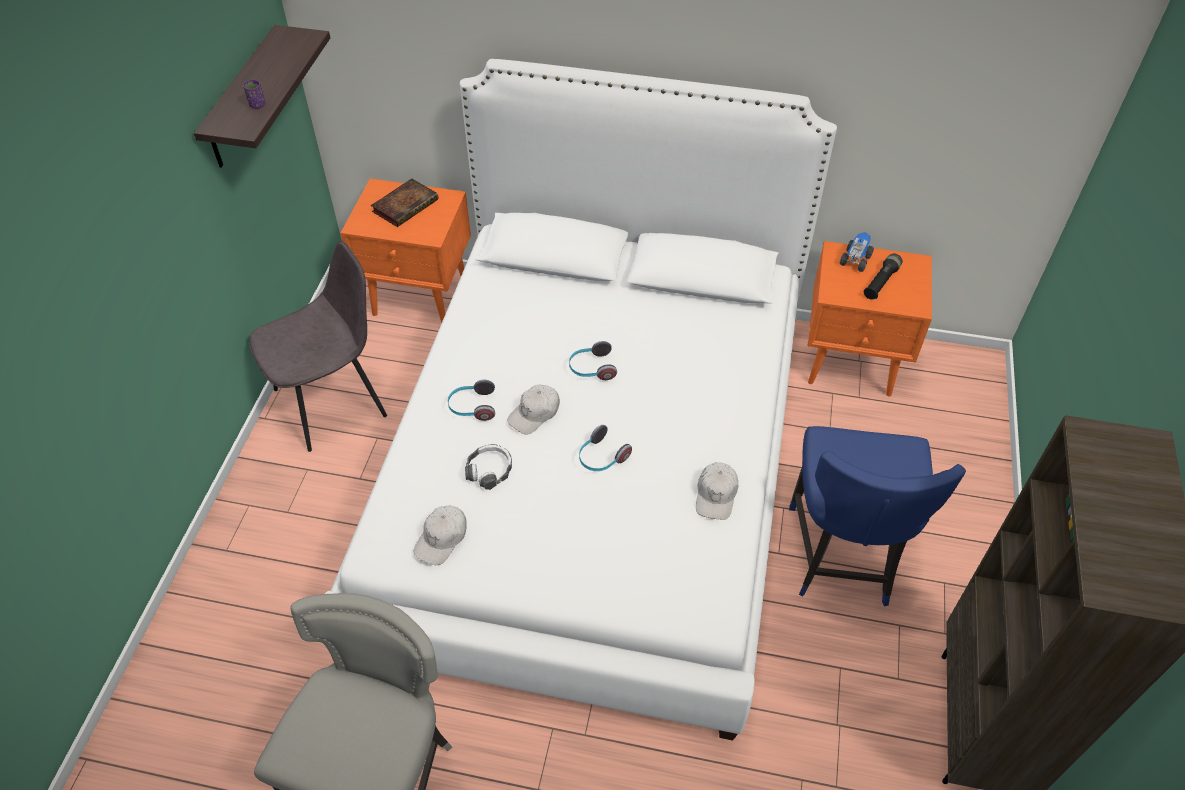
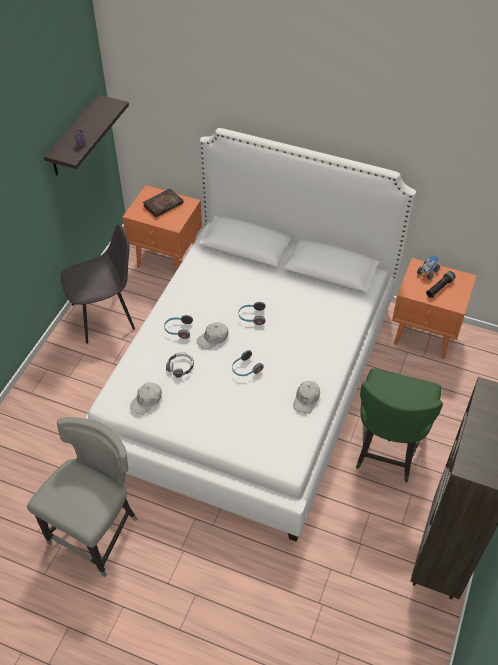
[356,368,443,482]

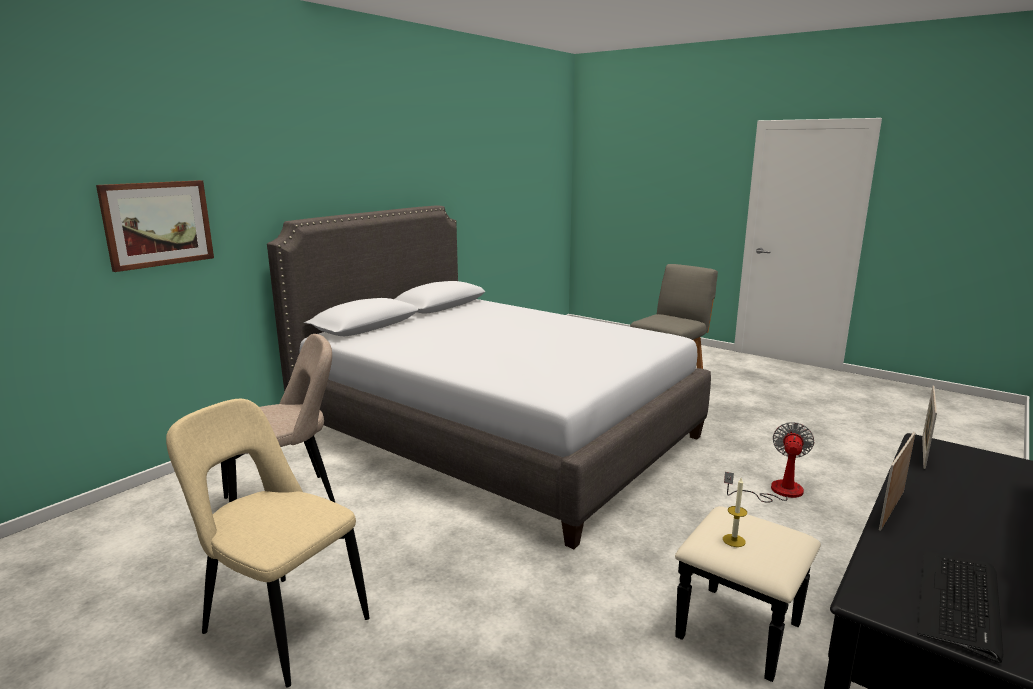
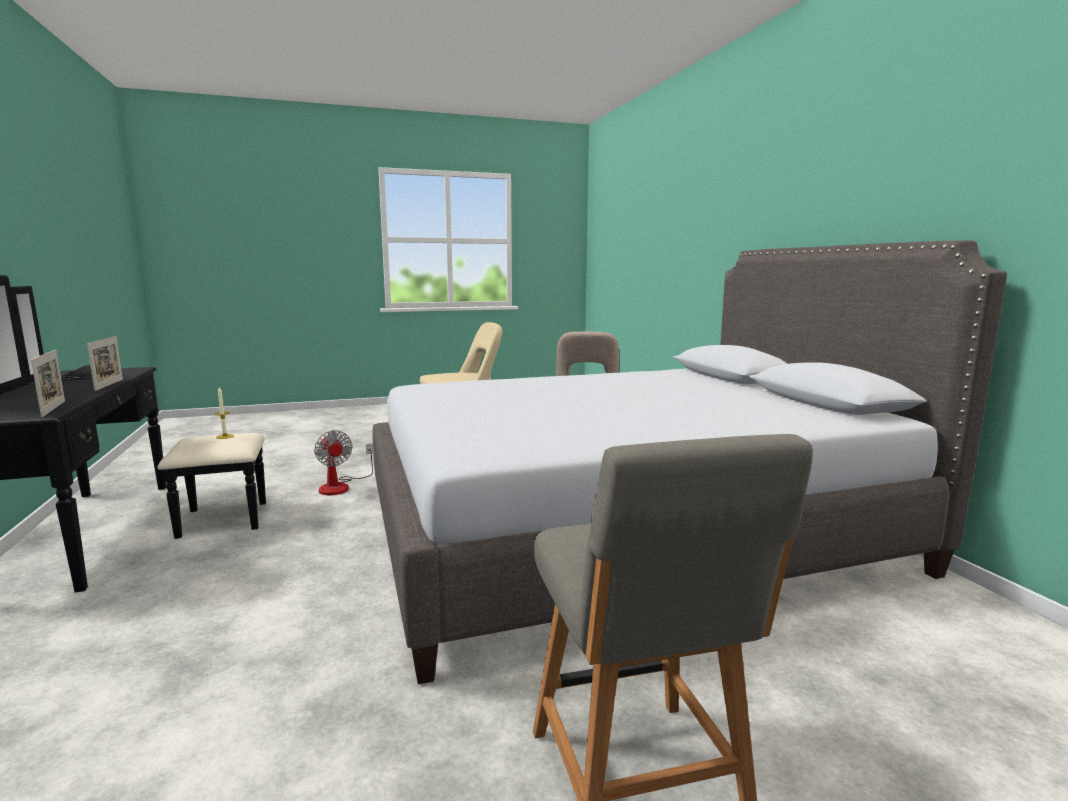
[314,430,373,495]
[96,180,214,272] (first image)

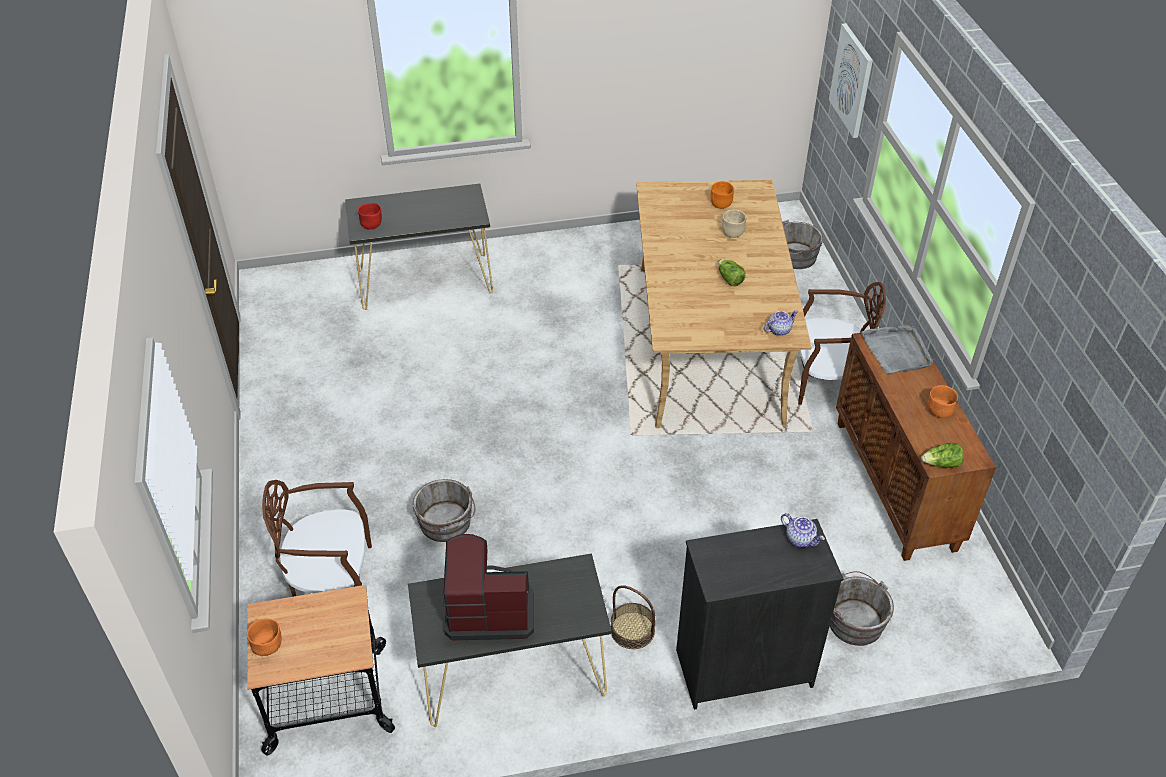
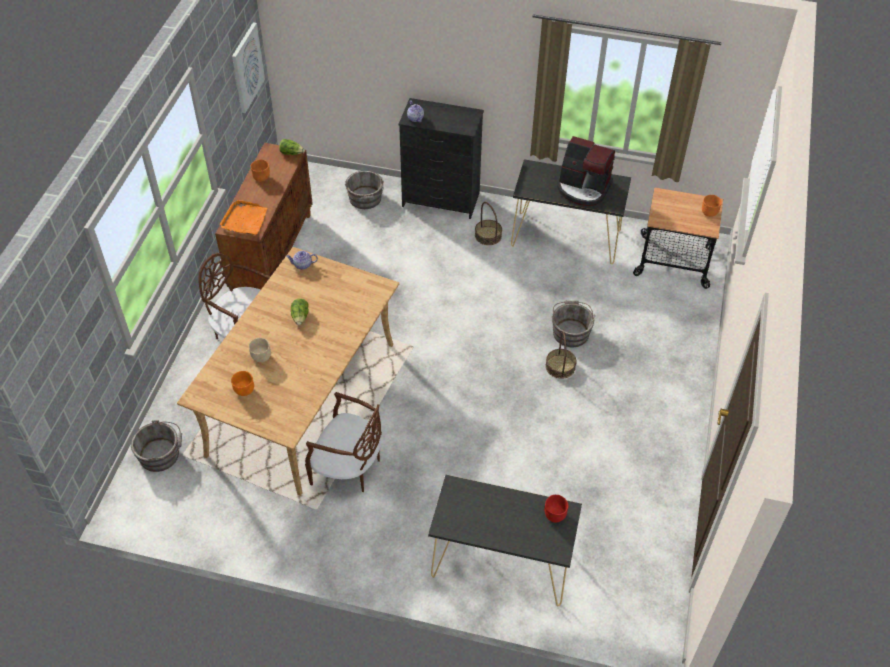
[220,200,267,235]
[232,22,265,113]
[305,392,382,492]
[546,331,577,379]

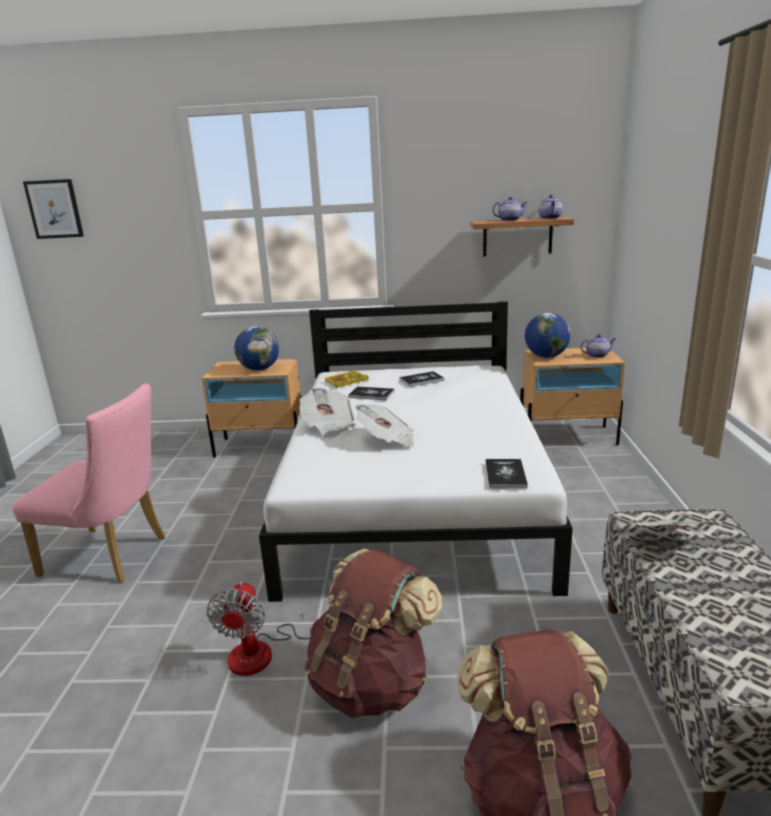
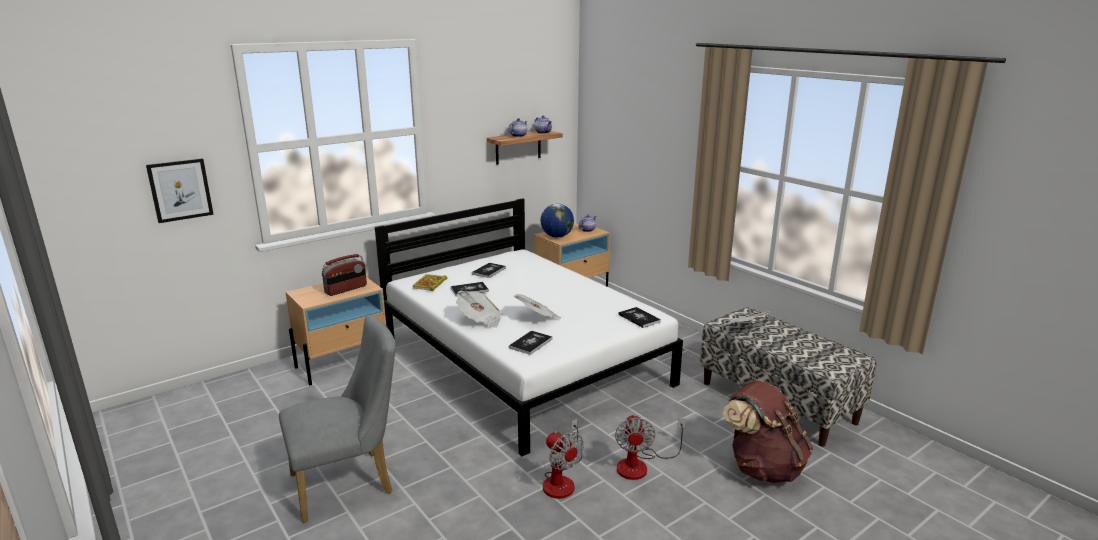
[146,158,214,223]
[279,315,396,523]
[322,254,367,296]
[509,331,552,355]
[615,414,686,480]

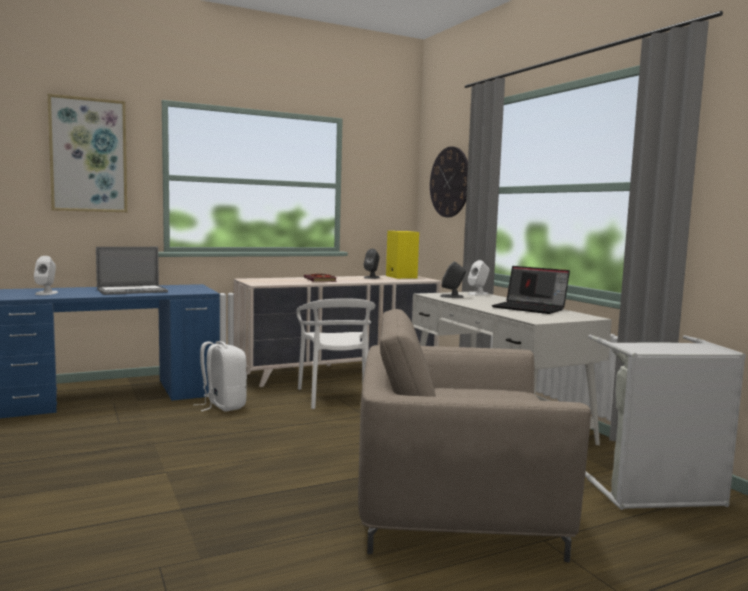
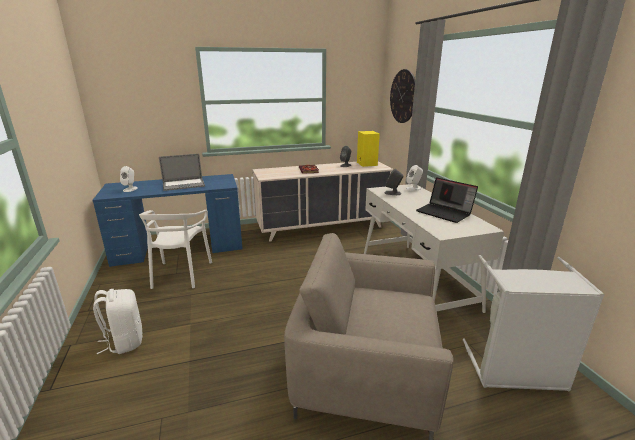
[93,289,143,354]
[139,210,212,289]
[48,94,127,212] (first image)

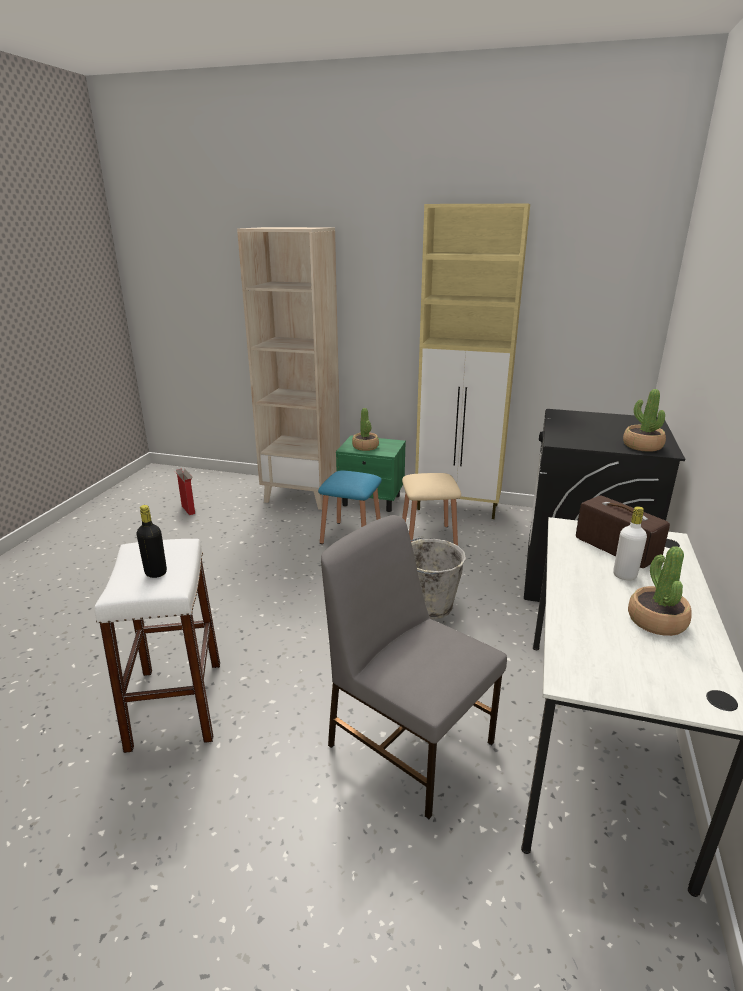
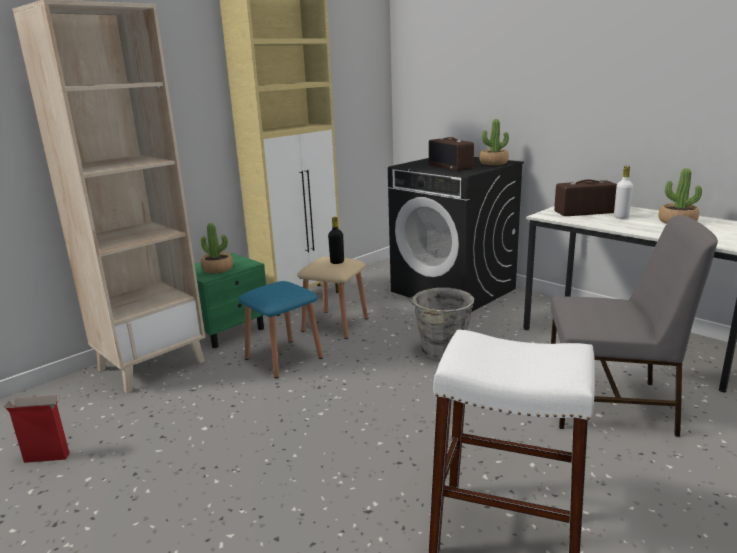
[328,217,344,264]
[429,137,474,171]
[551,215,718,437]

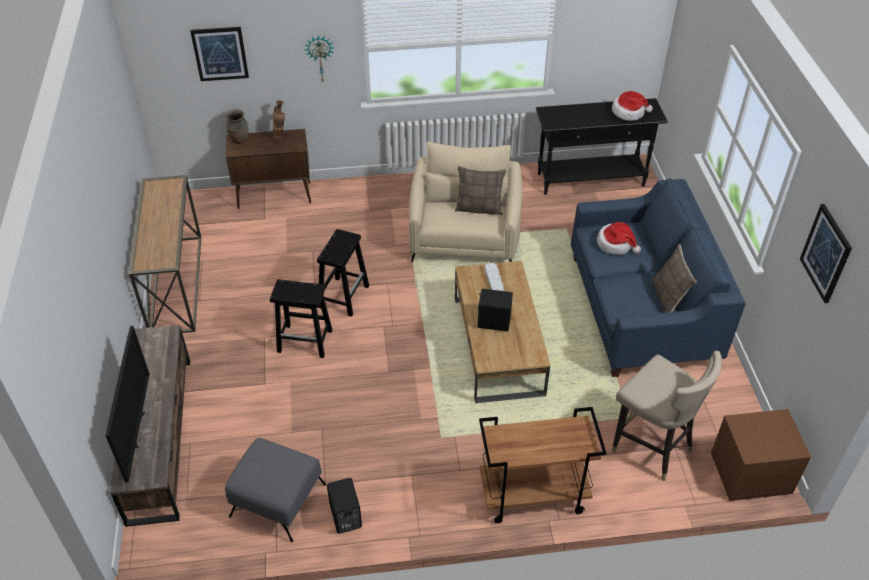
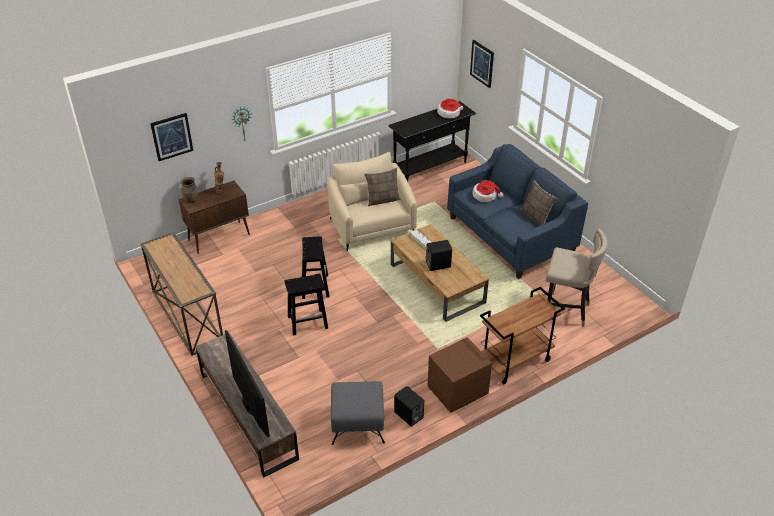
[427,337,492,413]
[470,40,494,88]

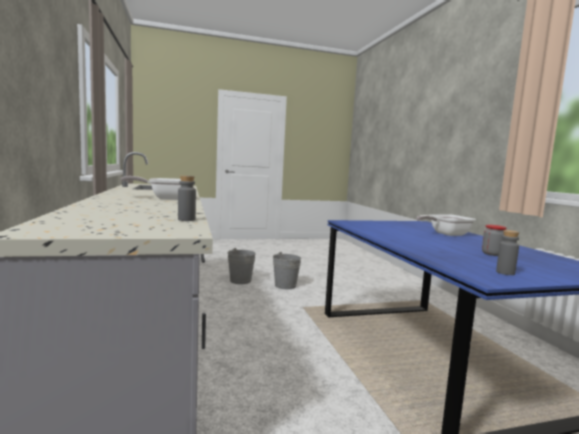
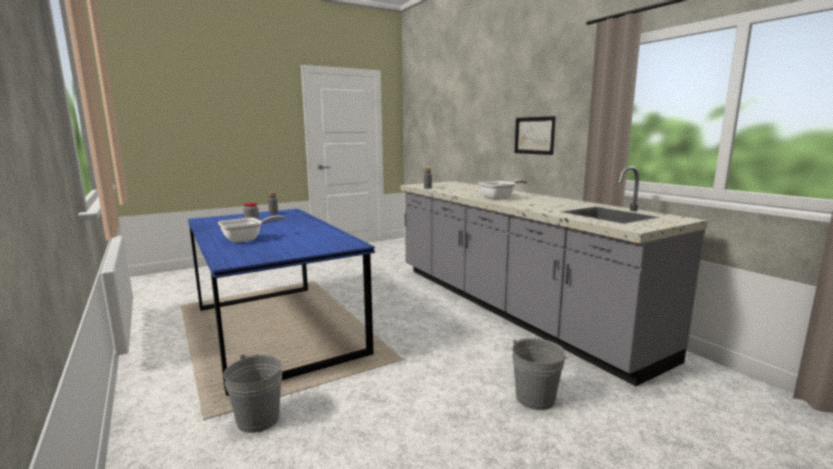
[224,354,282,433]
[514,116,556,155]

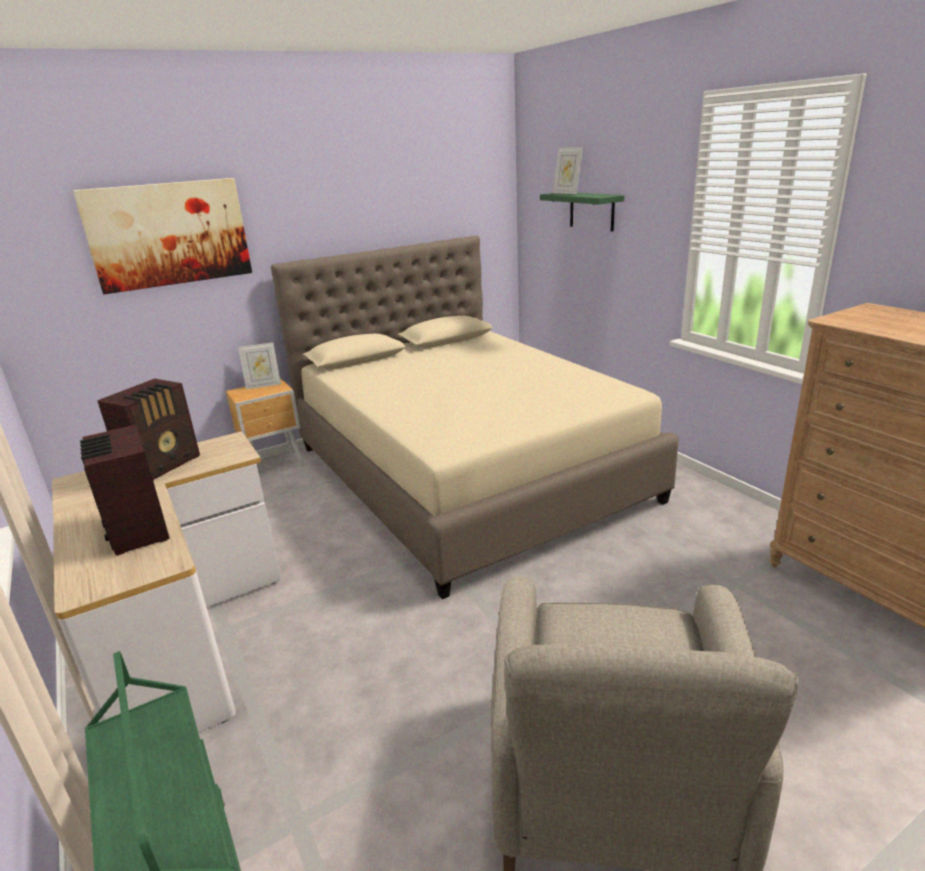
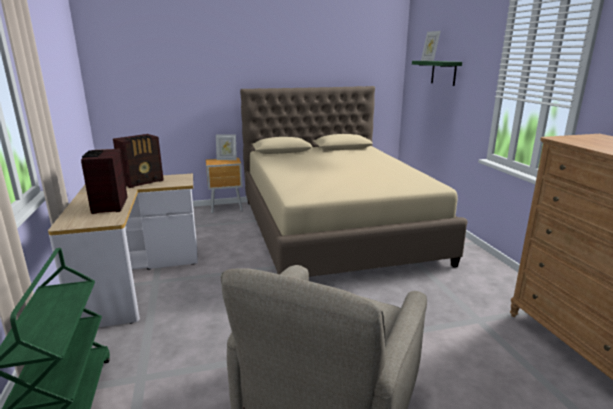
[73,178,252,294] (first image)

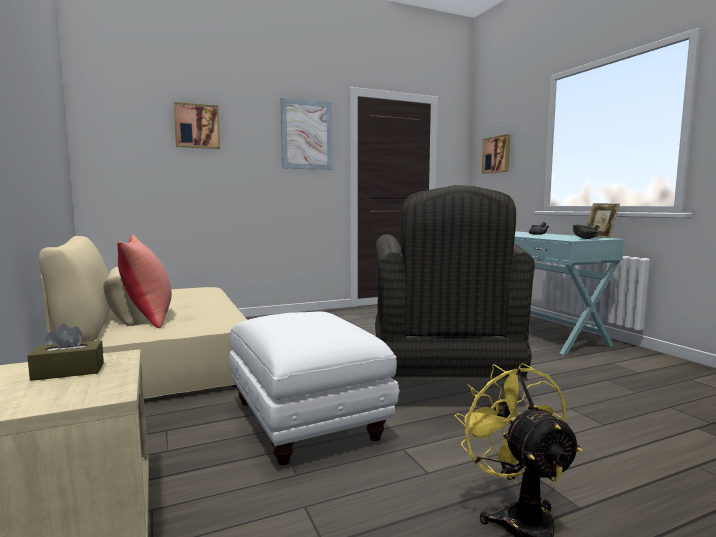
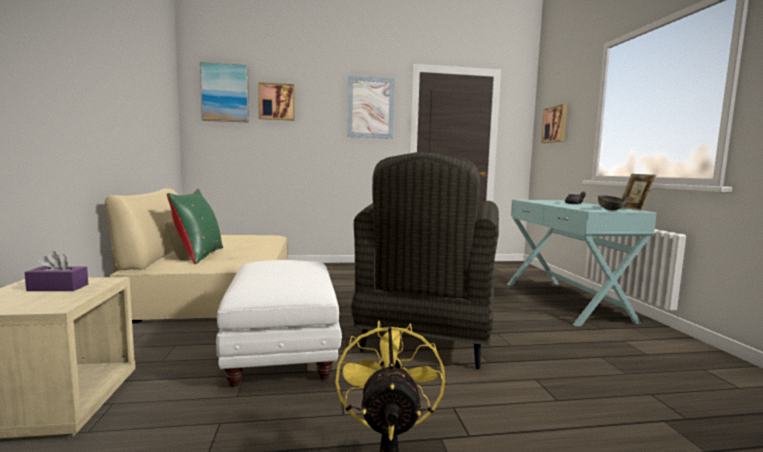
[25,251,88,291]
[167,189,223,264]
[200,62,249,123]

